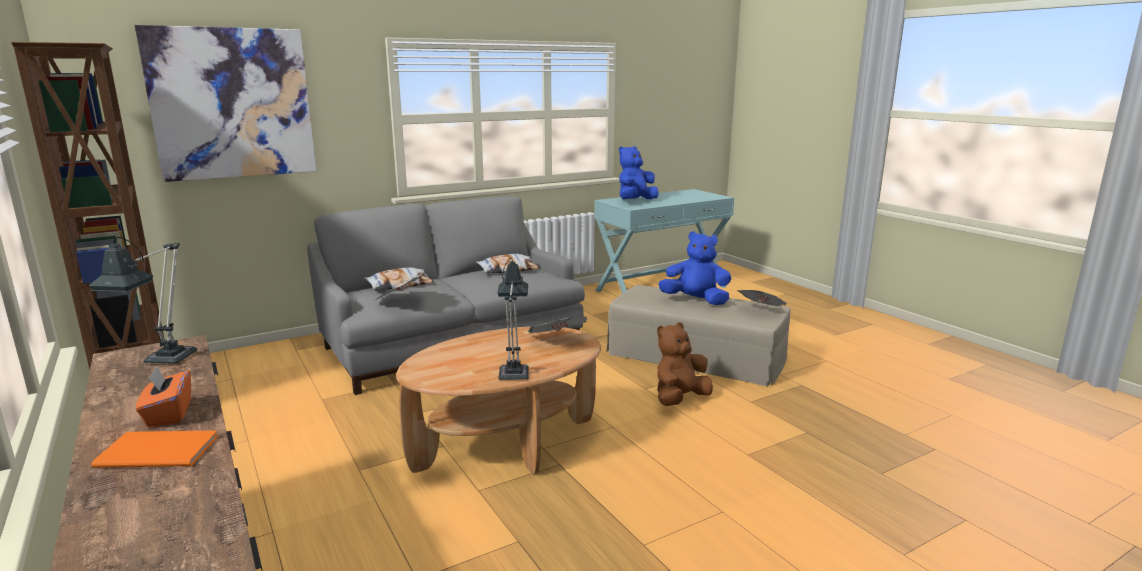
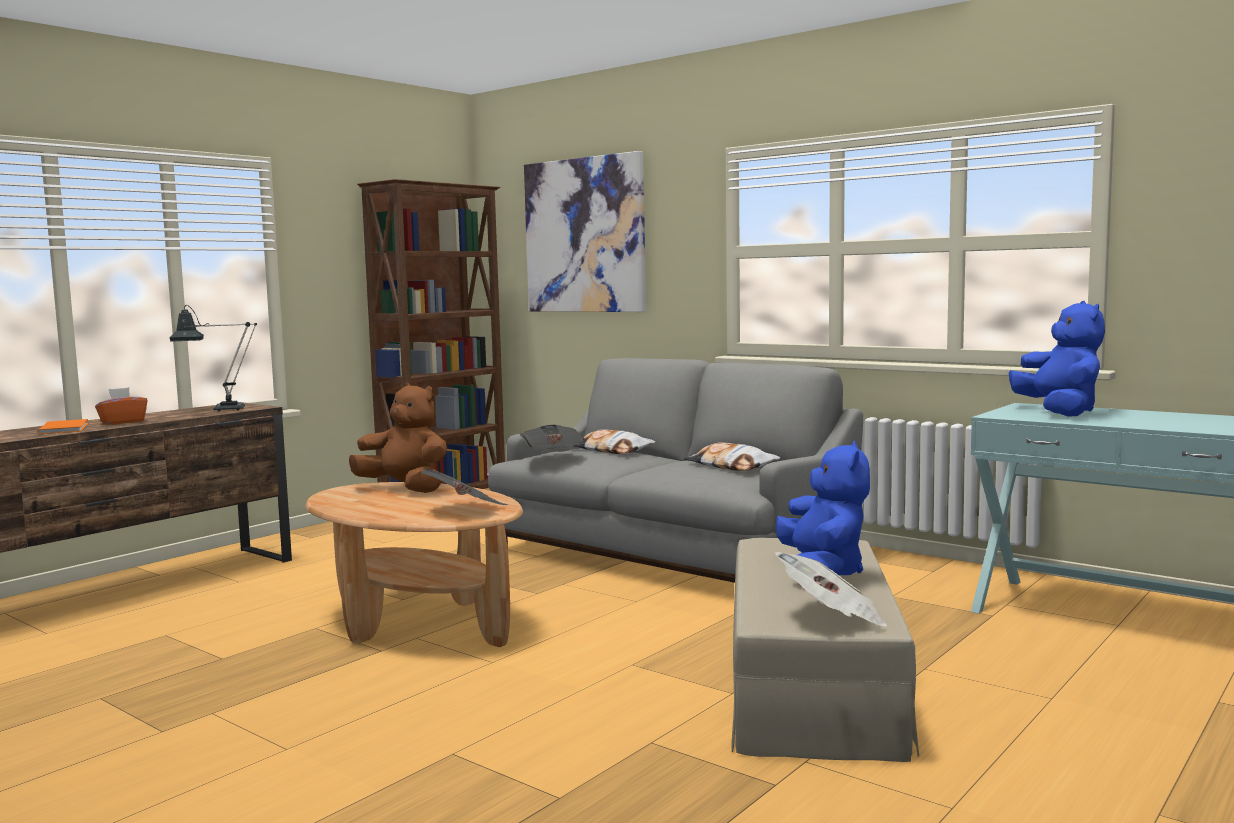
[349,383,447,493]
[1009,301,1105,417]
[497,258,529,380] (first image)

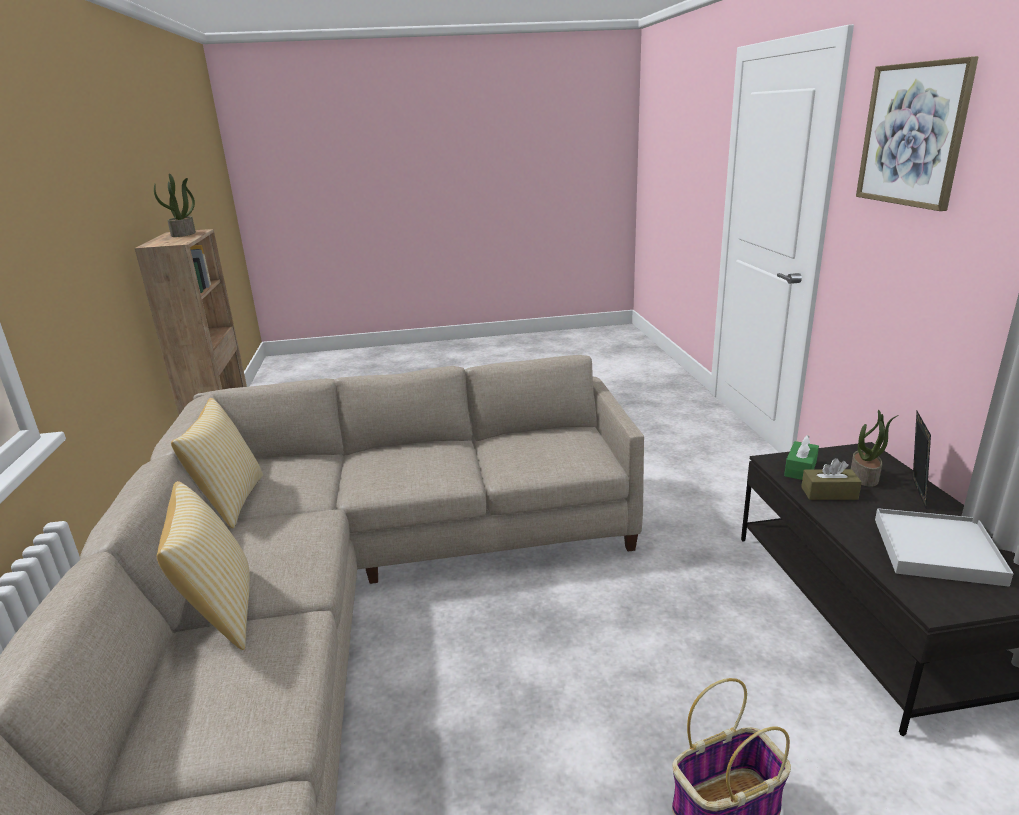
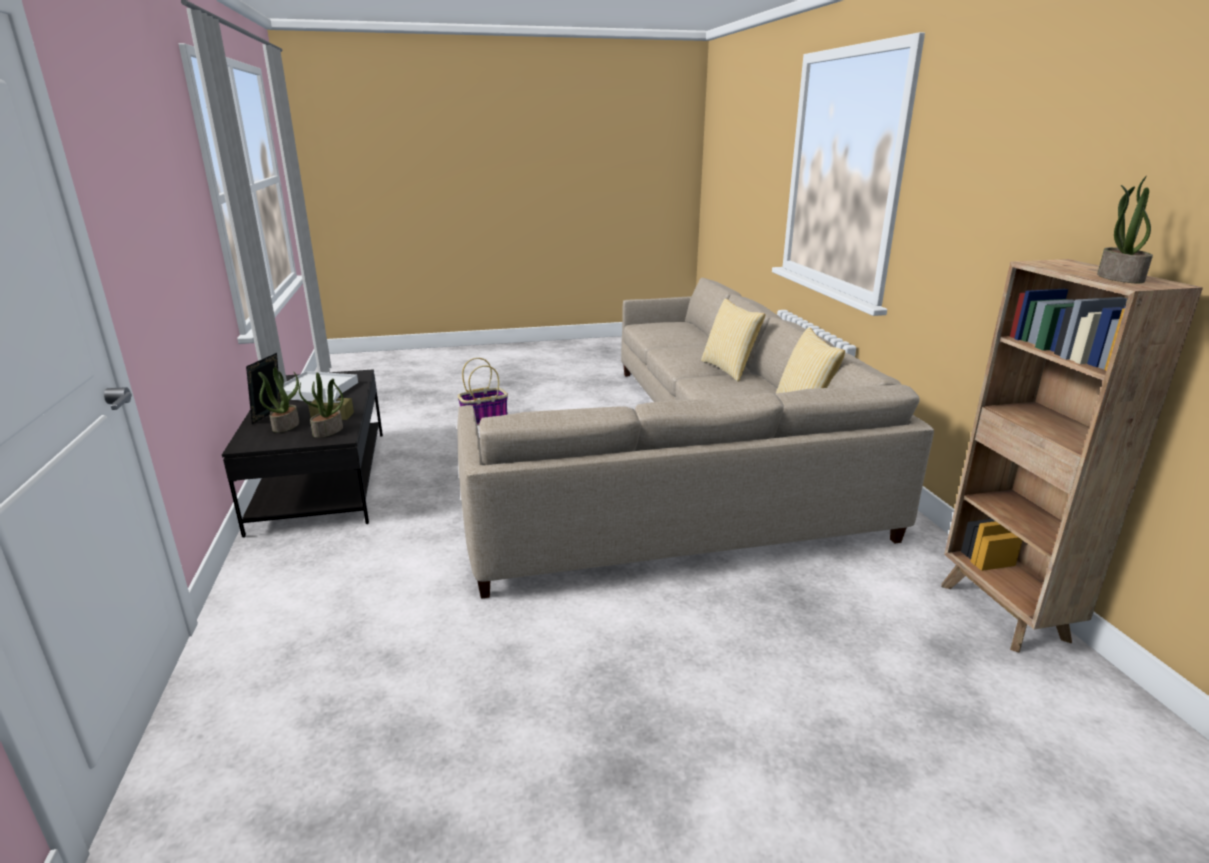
[299,372,344,438]
[856,56,979,211] (first image)

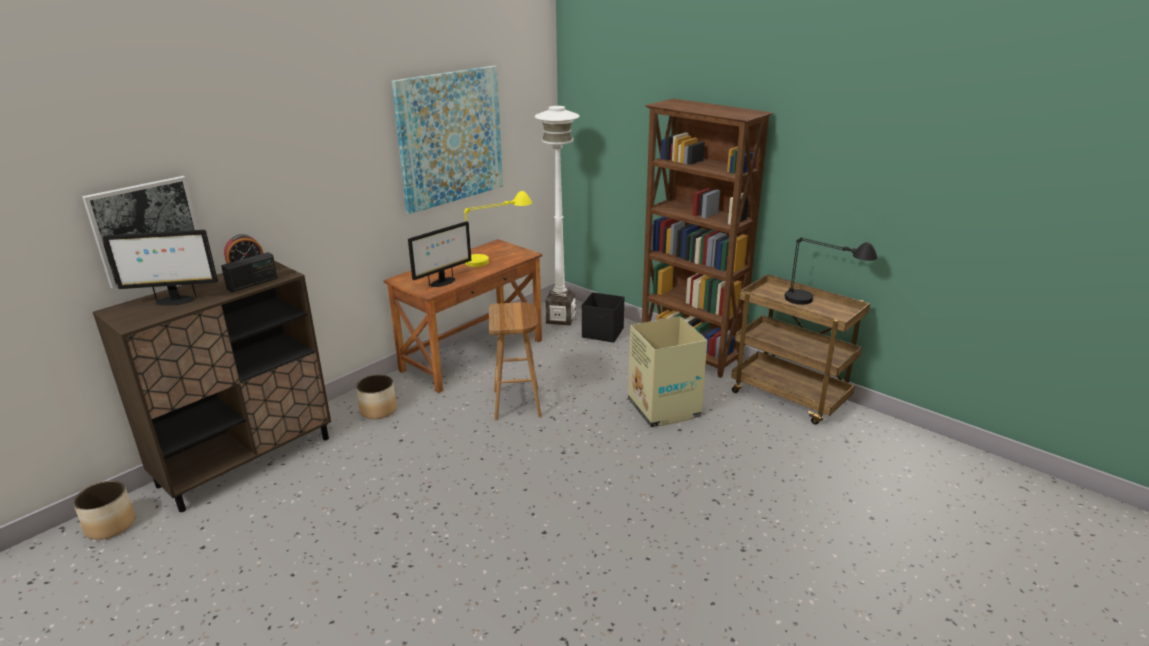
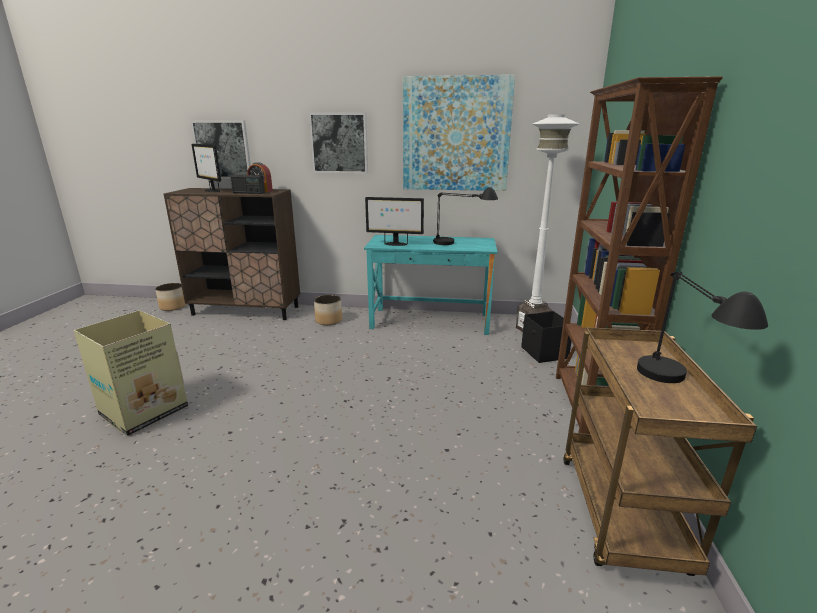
[73,310,188,436]
[309,112,368,173]
[364,235,498,335]
[433,187,498,245]
[489,302,542,420] (first image)

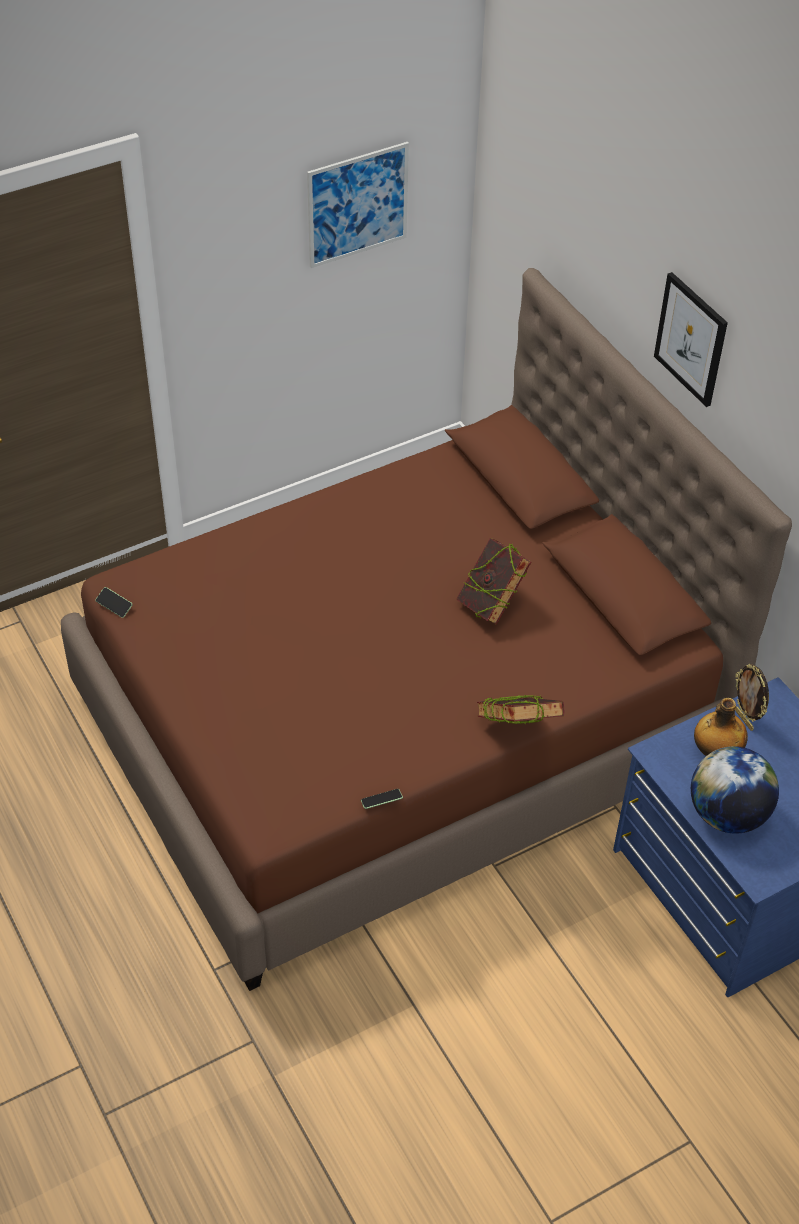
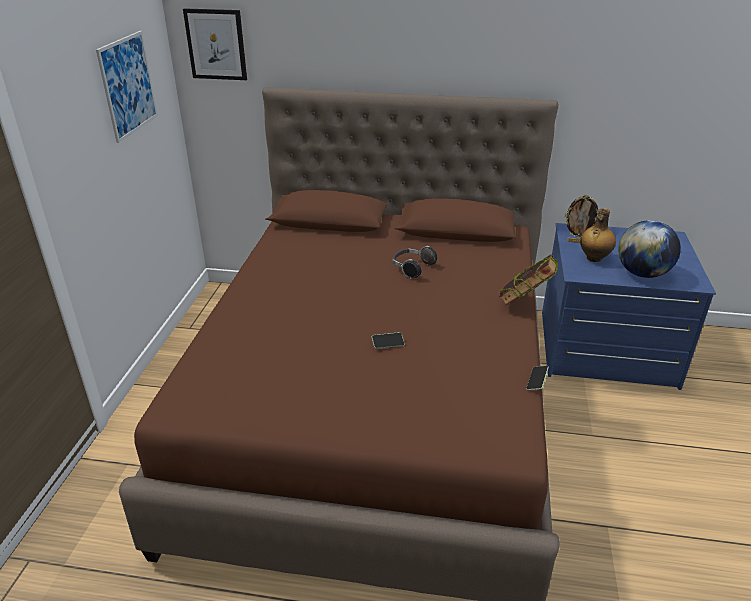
[183,8,247,80]
[371,332,405,349]
[393,246,437,279]

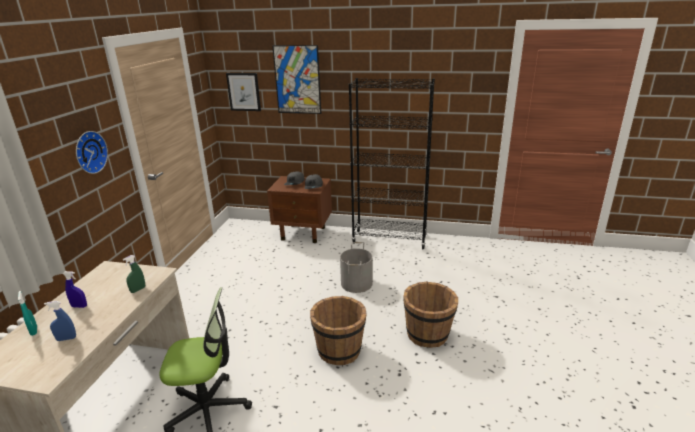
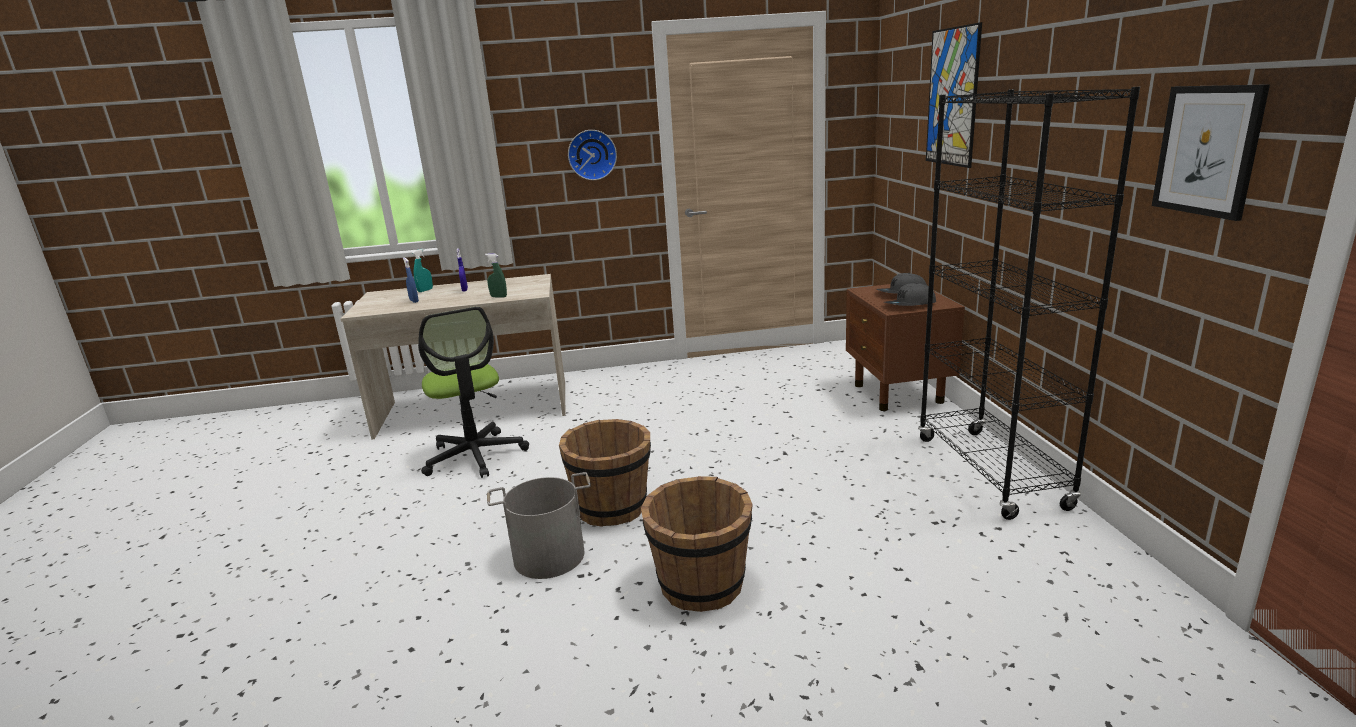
[487,472,591,579]
[1152,84,1270,221]

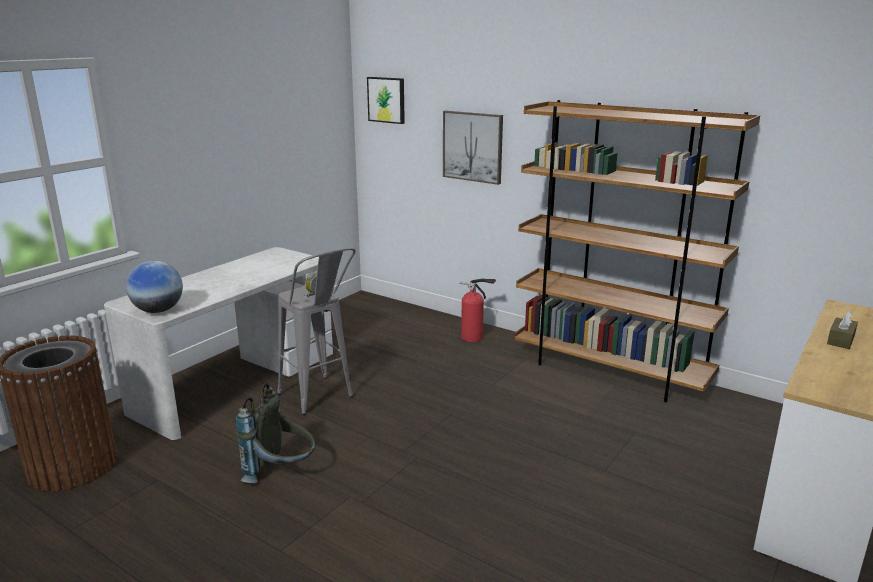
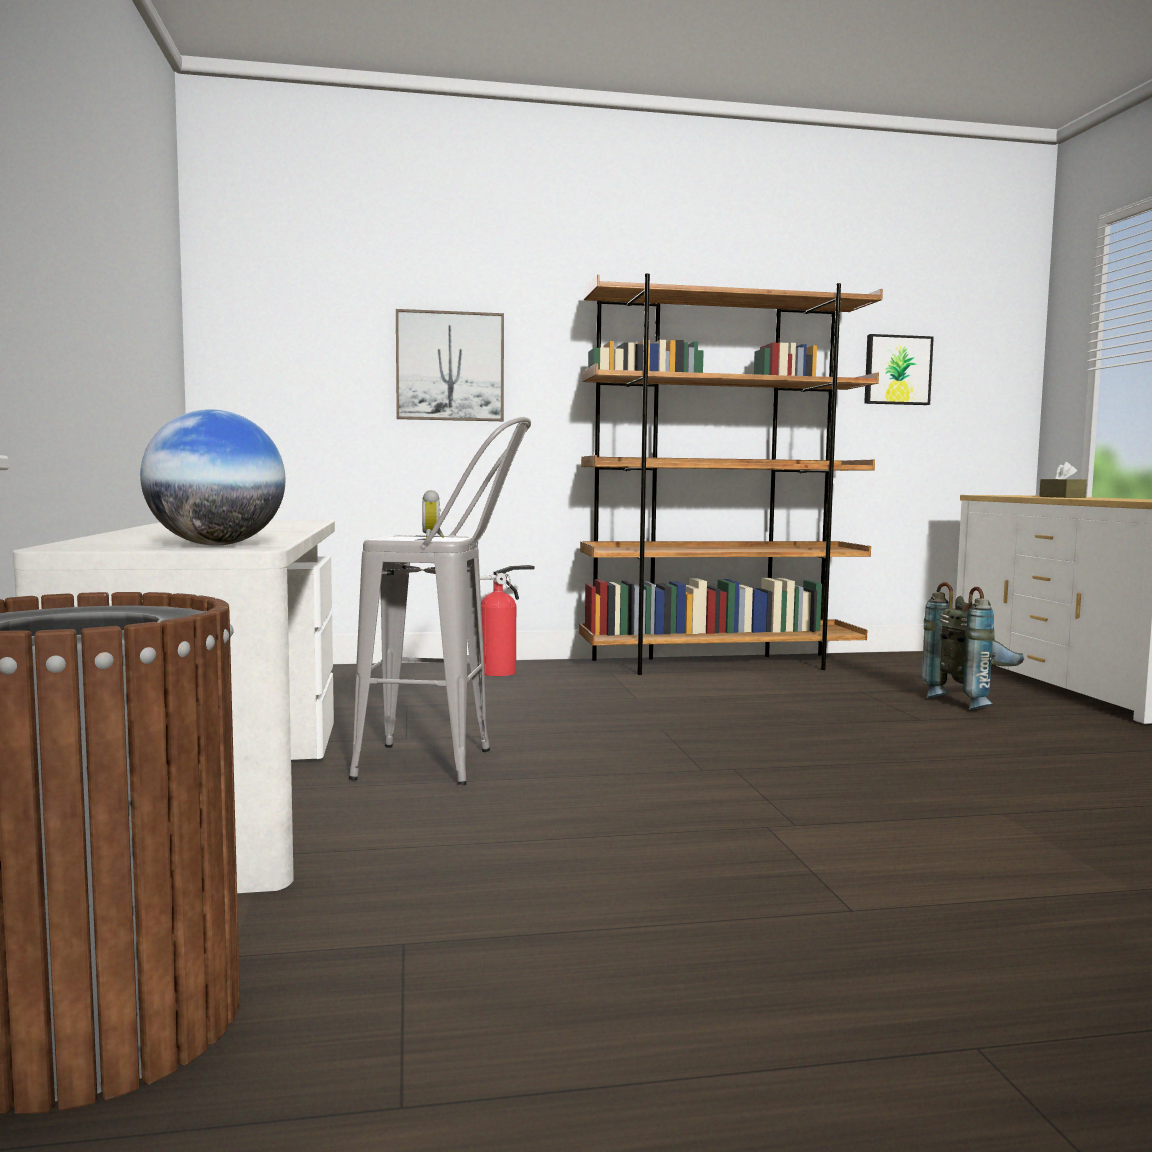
[864,334,934,405]
[922,582,1024,710]

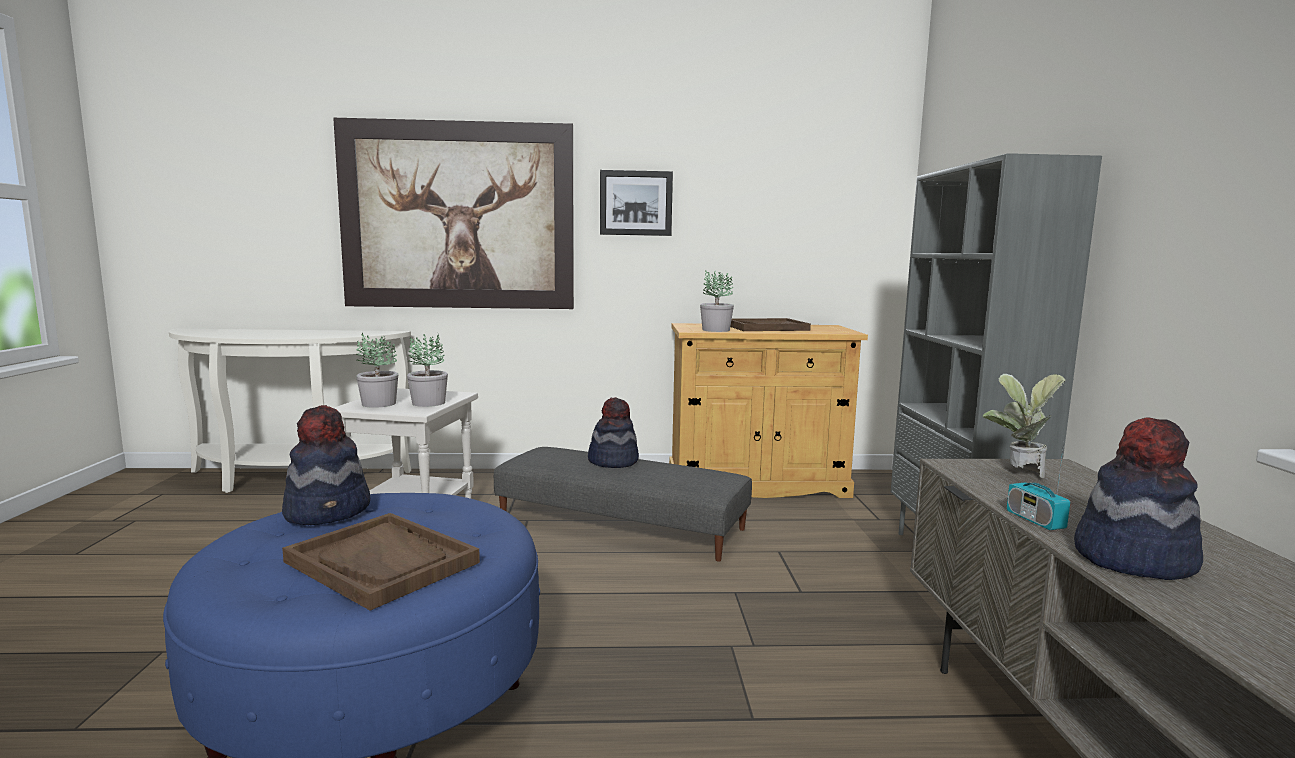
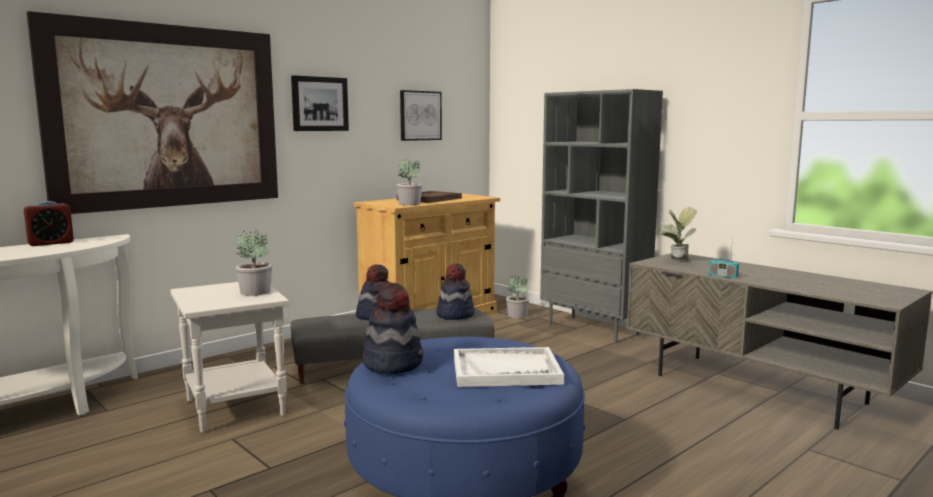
[23,201,74,246]
[400,90,442,141]
[437,264,475,320]
[454,347,564,387]
[506,275,529,318]

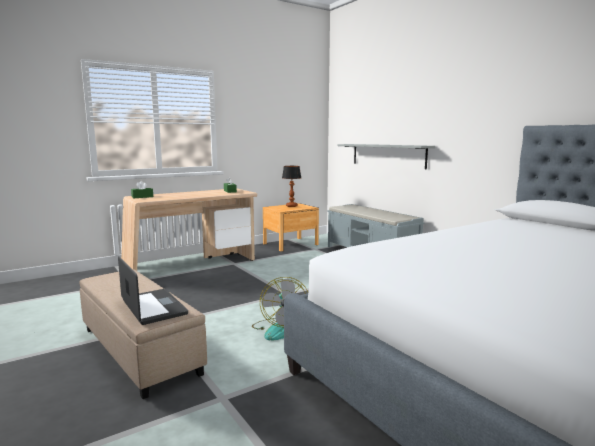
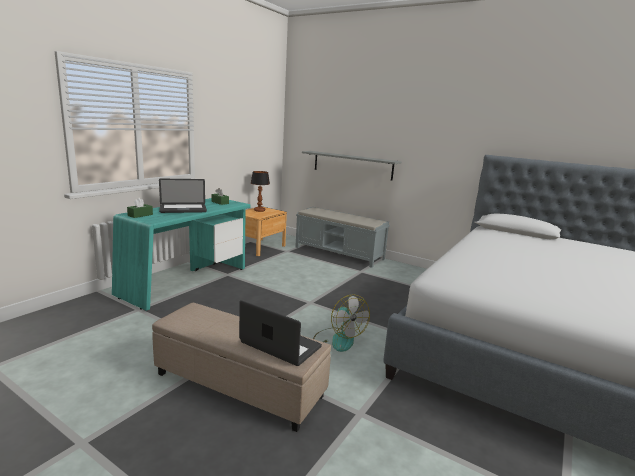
[112,198,251,311]
[159,179,207,213]

